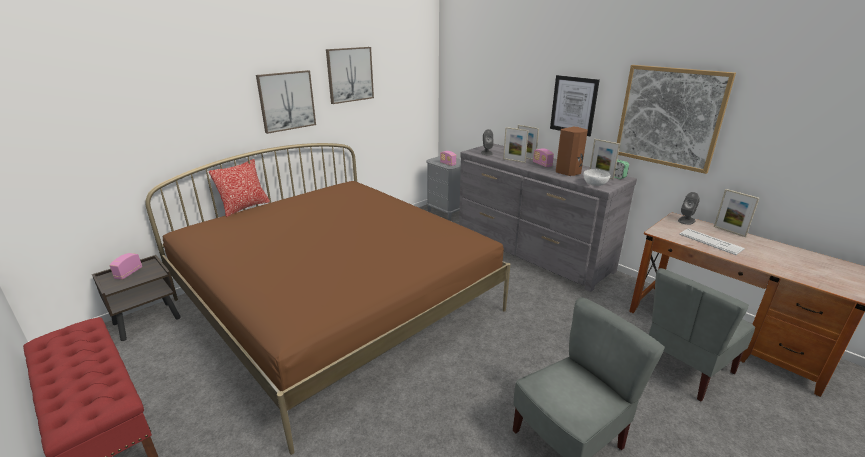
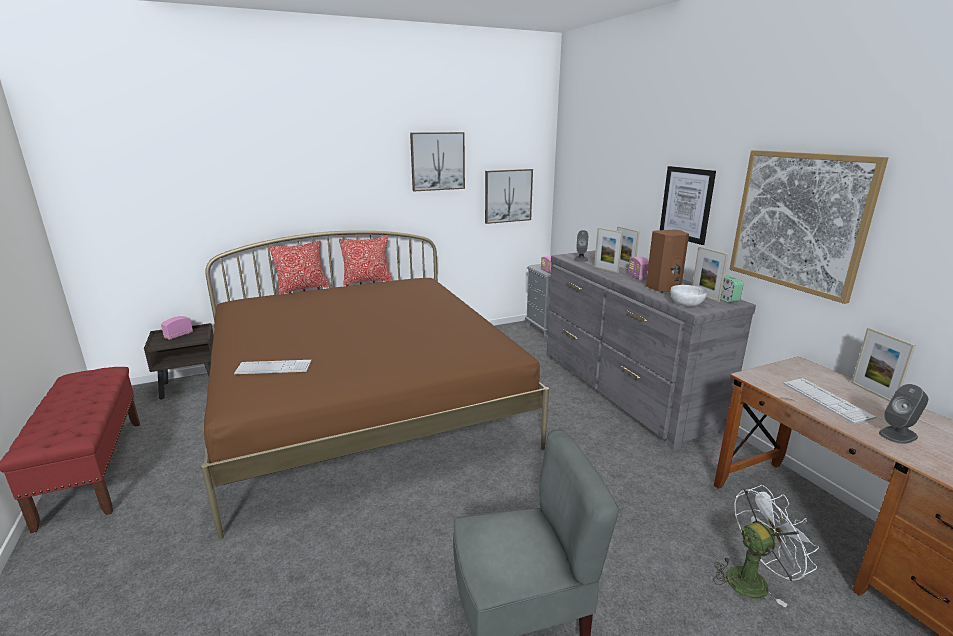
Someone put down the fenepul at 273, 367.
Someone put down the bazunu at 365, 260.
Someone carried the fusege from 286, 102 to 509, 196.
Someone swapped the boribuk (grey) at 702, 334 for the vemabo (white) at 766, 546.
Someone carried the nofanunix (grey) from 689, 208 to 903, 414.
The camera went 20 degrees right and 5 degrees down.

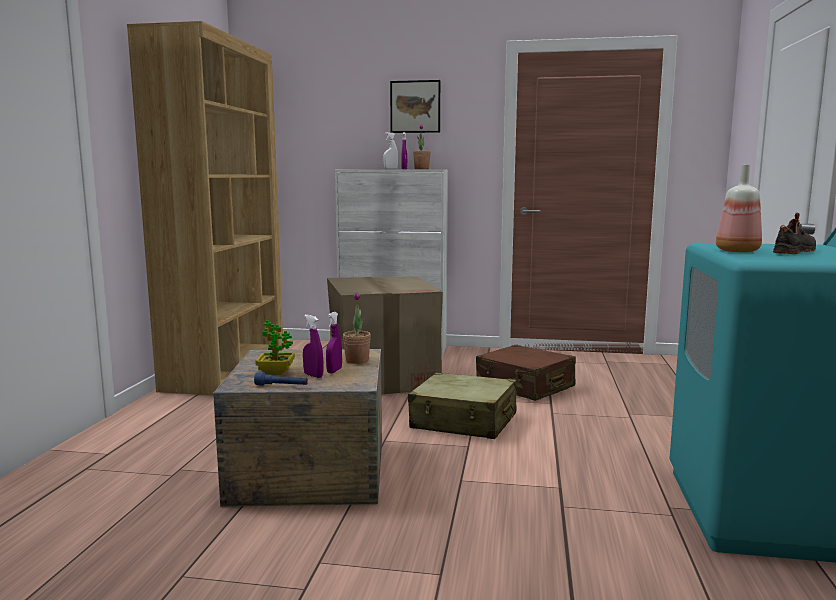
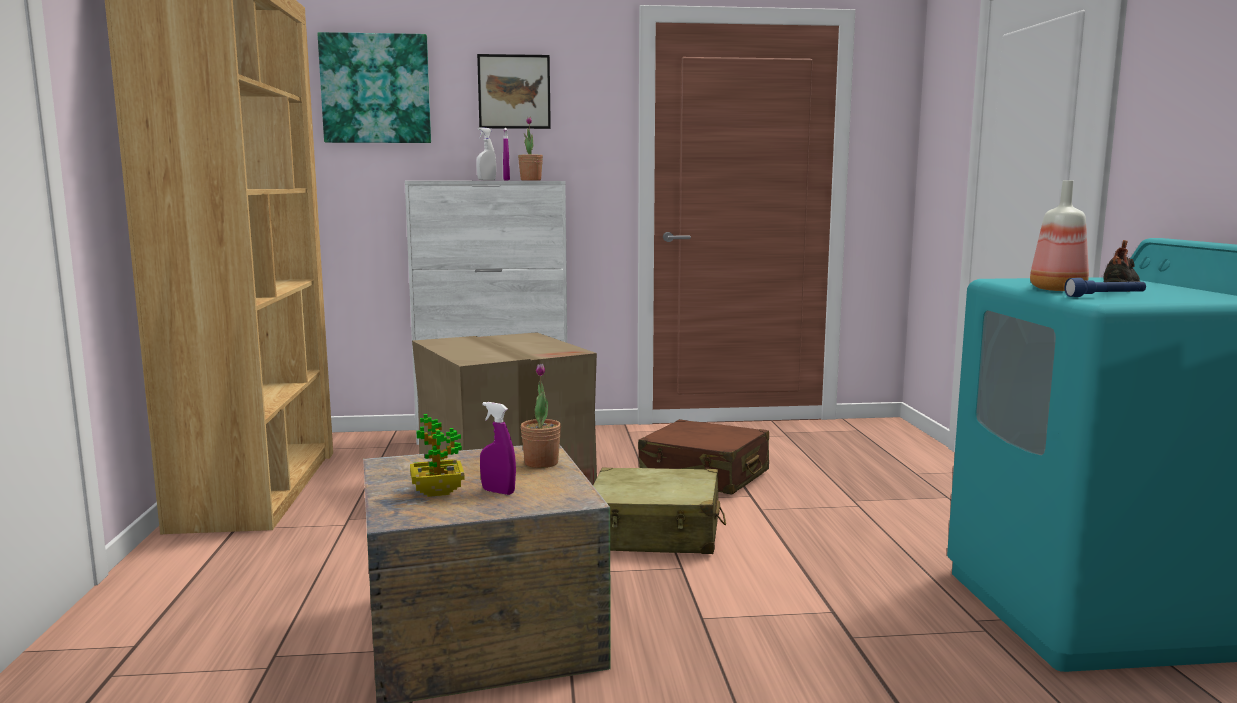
Someone put up the fusege at 374, 87.
Someone carried the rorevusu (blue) from 281, 379 to 1105, 287.
Someone took away the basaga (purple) at 334, 342.
The camera went 15 degrees left and 0 degrees up.

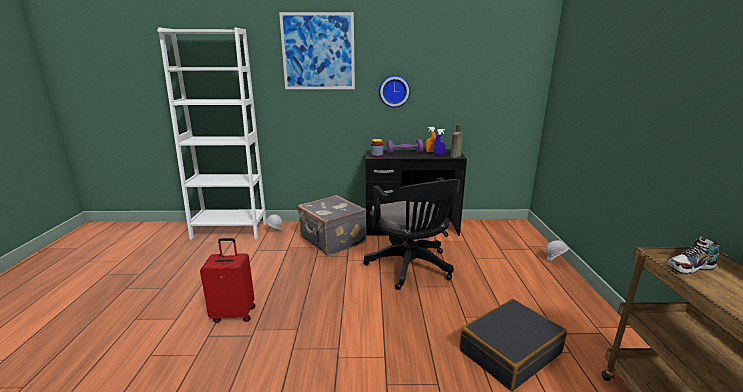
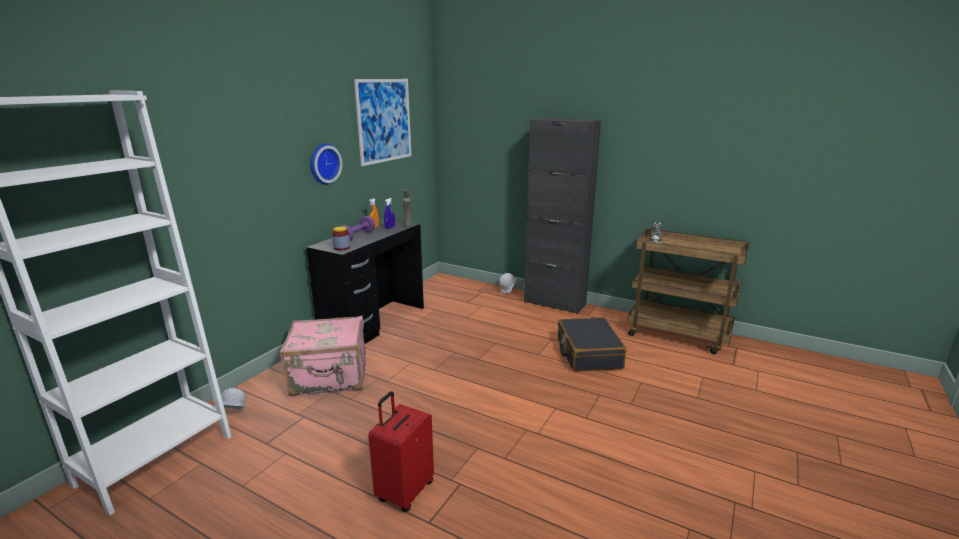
Someone repainted the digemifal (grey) at 332, 225, which became the digemifal (pink) at 323, 356.
Someone carried the fusege from 317, 50 to 382, 122.
Someone put down the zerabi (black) at 562, 216.
Someone took away the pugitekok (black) at 411, 233.
The camera went 60 degrees left and 0 degrees up.

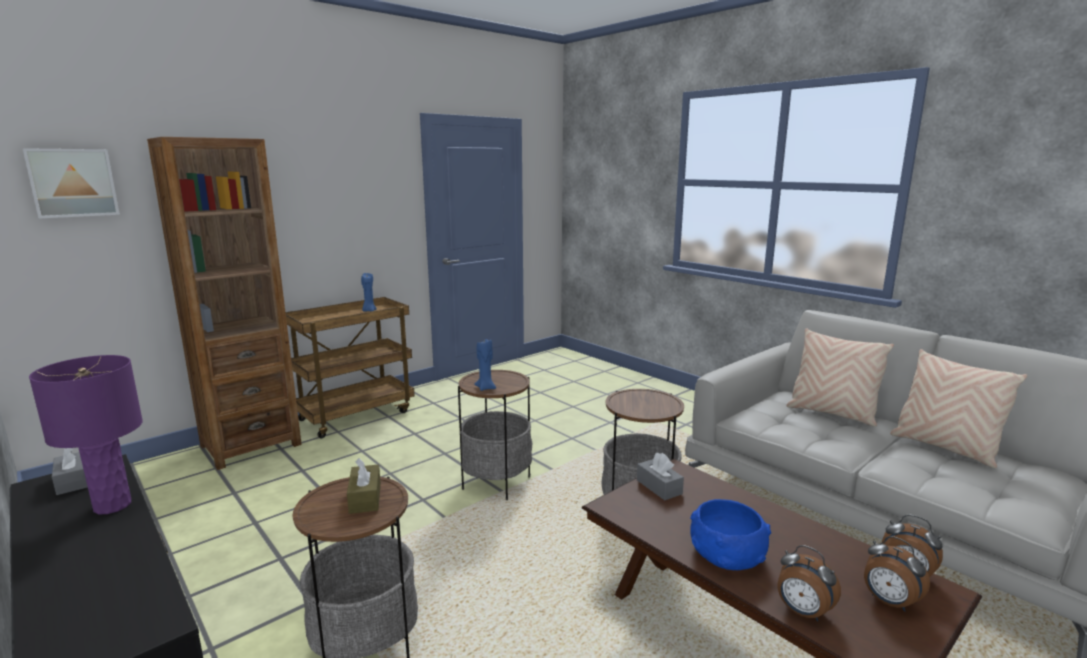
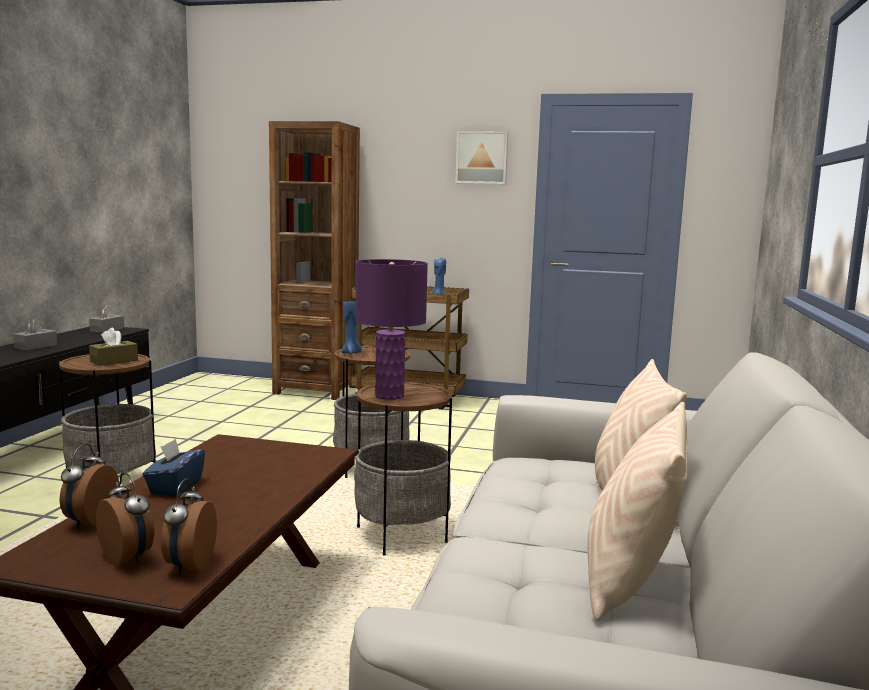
Someone carried the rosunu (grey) from 660, 476 to 35, 334.
Someone rotated the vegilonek at 897, 574 by 120 degrees clockwise.
Someone swapped the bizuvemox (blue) at 730, 534 for the rosunu (blue) at 174, 468.
Someone carried the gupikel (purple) from 86, 435 to 391, 329.
Someone carried the fusege from 71, 183 to 481, 157.
The camera went 55 degrees right and 5 degrees down.

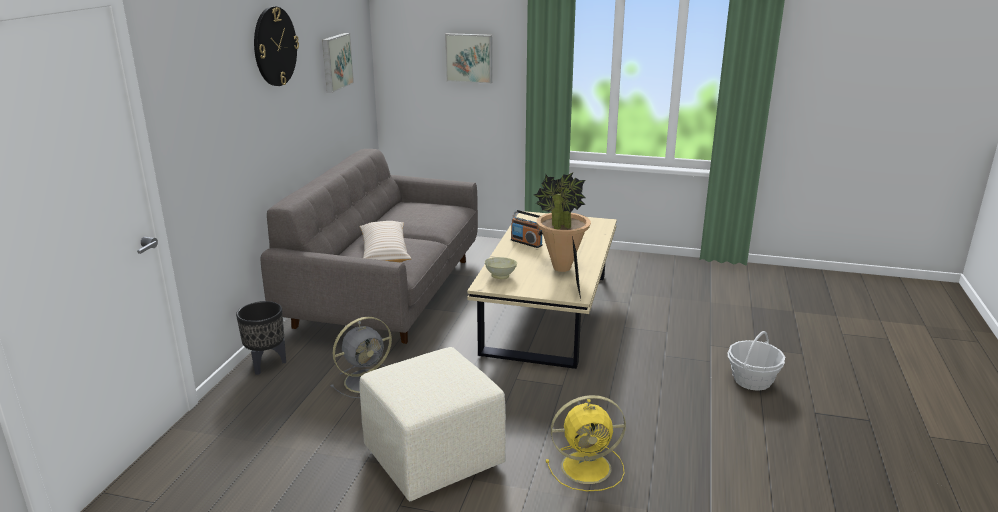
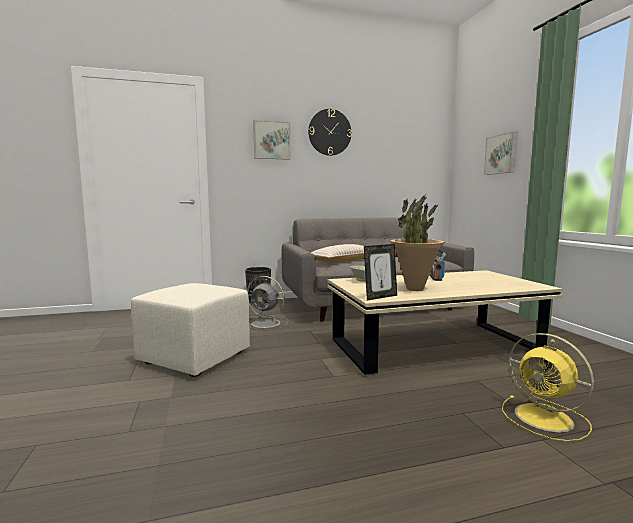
Someone carried the fusege from 338, 63 to 271, 140.
Someone carried the vemabo (yellow) from 586, 443 to 548, 387.
Someone took away the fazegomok at 756, 361.
The camera went 60 degrees right and 15 degrees down.

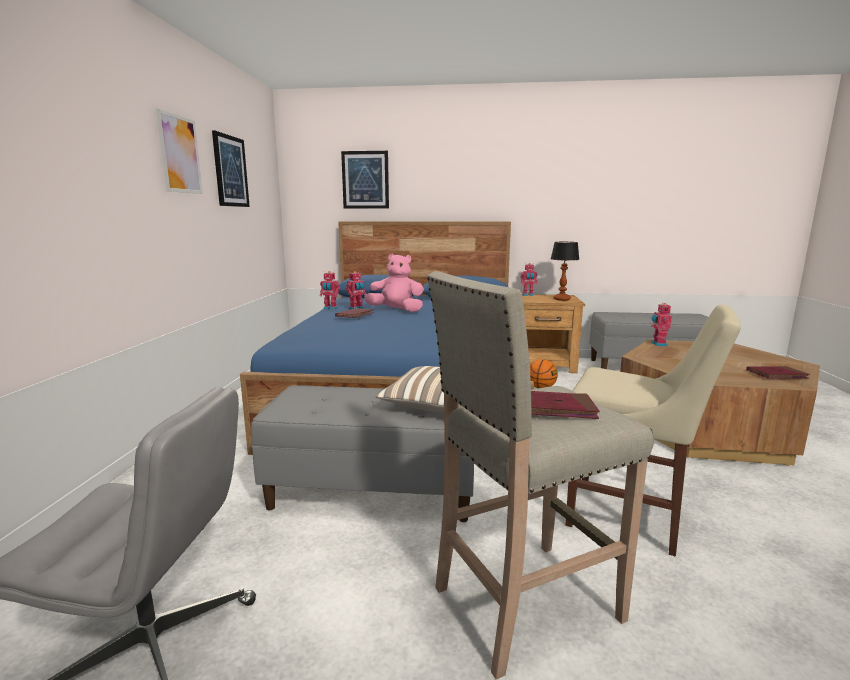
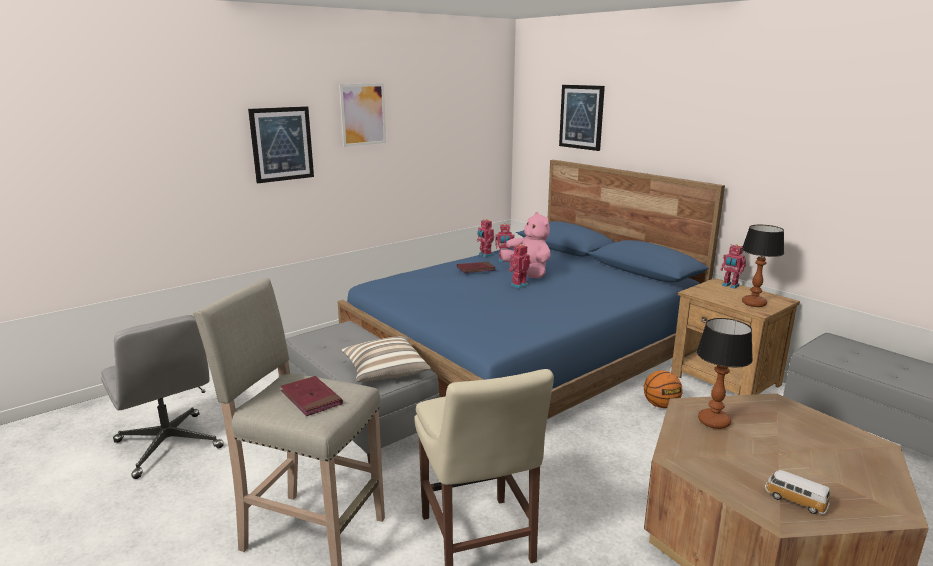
Someone carried the fusege from 231, 169 to 281, 144.
Someone carried the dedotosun from 661, 324 to 519, 266.
Someone put down the gupikel at 724, 373.
Someone swapped the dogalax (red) at 778, 372 for the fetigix at 797, 492.
The camera went 45 degrees right and 5 degrees up.

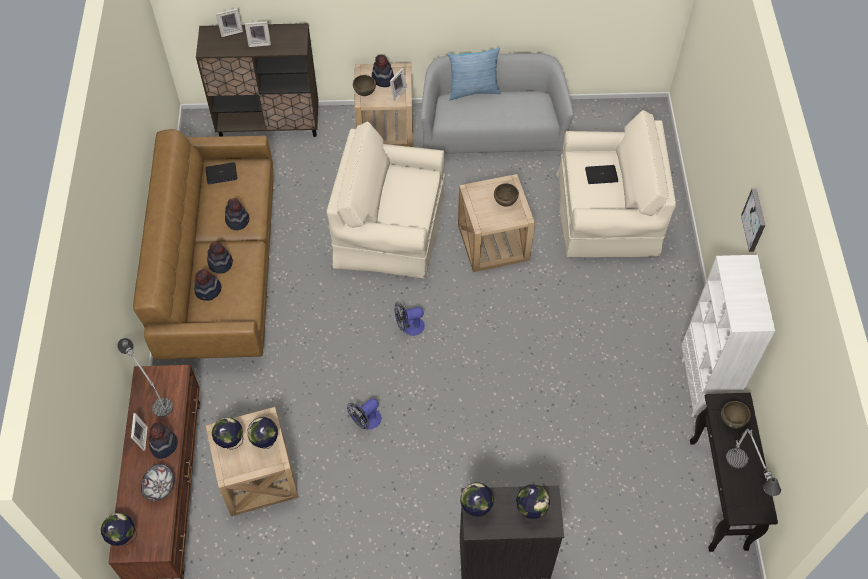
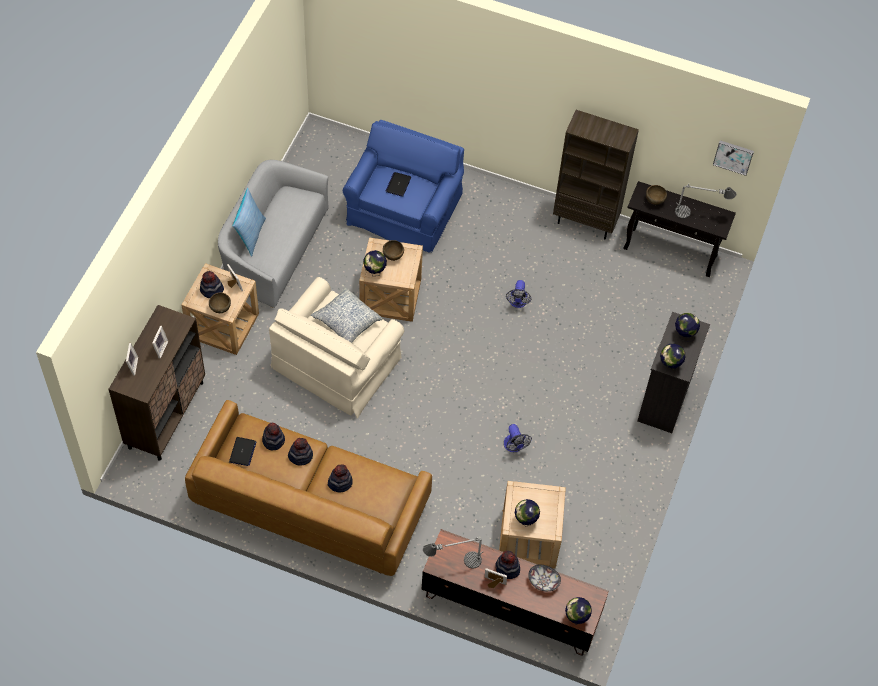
Someone carried the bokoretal from 207, 285 to 273, 436.
Someone put down the bazunu at 347, 315.
Someone repainted the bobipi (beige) at 616, 183, which became the bobipi (blue) at 403, 186.
Someone carried the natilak from 262, 433 to 375, 263.
Someone carried the vemabo from 409, 319 to 518, 294.
Someone repainted the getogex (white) at 728, 336, which became the getogex (brown) at 596, 174.
Someone carried the fusege from 753, 220 to 733, 158.
The camera went 70 degrees left and 0 degrees up.

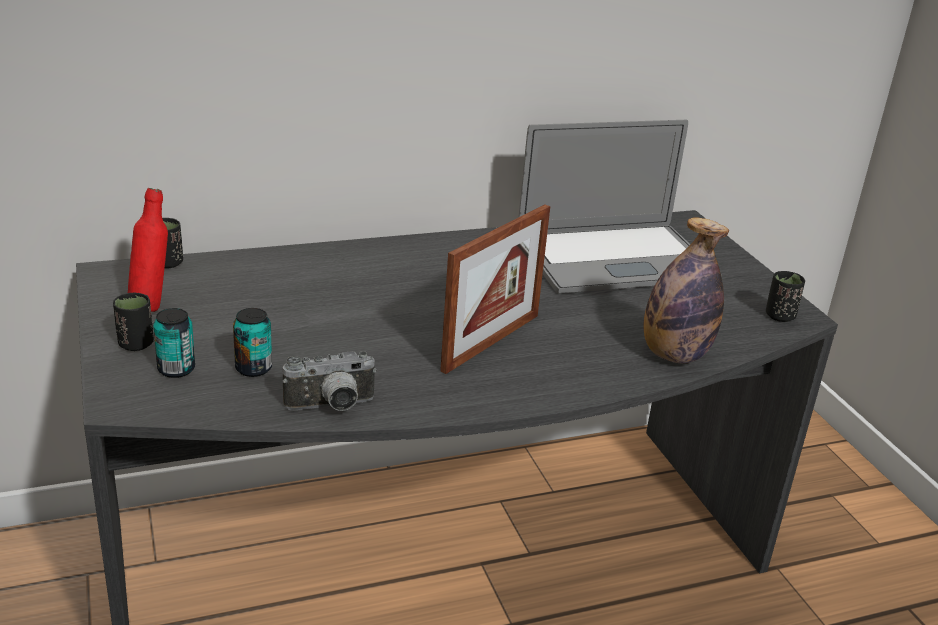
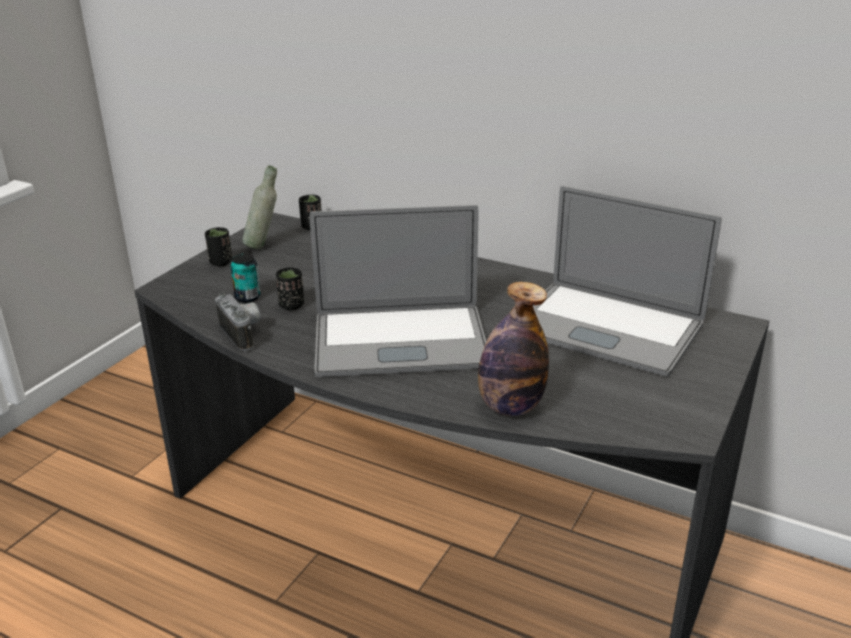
Someone rotated the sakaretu at 330, 381 by 150 degrees counterclockwise.
Someone repainted the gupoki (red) at 148, 250, which became the gupoki (grey) at 260, 207.
Someone carried the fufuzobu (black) from 785, 296 to 290, 288.
Someone swapped the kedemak at 495, 289 for the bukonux at 398, 291.
Someone took away the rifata at 174, 343.
The camera went 50 degrees right and 0 degrees up.

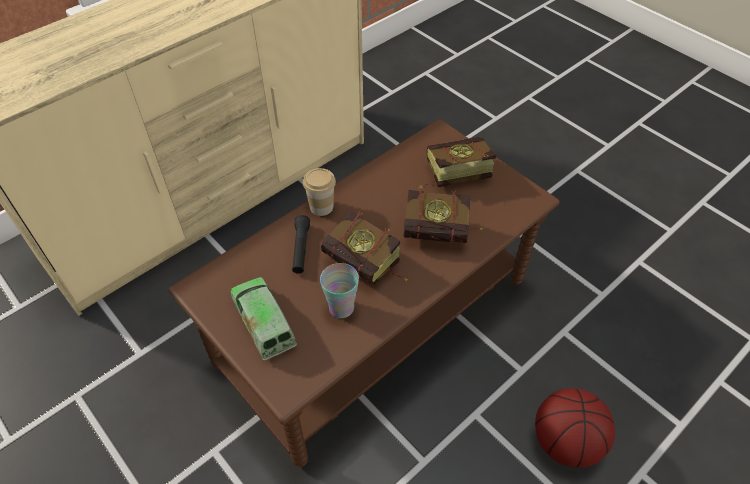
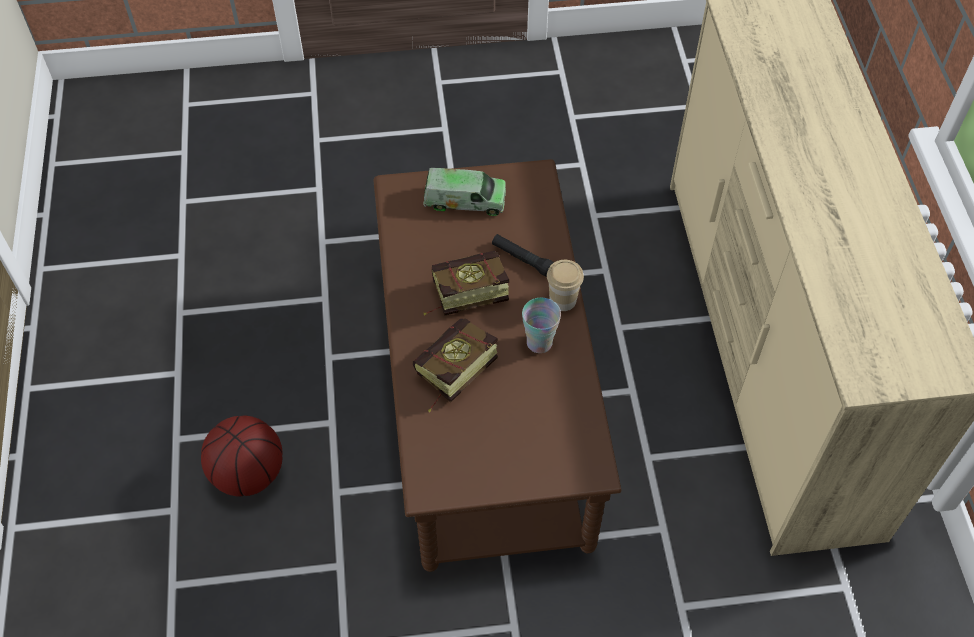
Someone carried the fufuzobu from 339, 290 to 541, 325.
Someone took away the dogalax at 457, 162.
The camera went 125 degrees right and 5 degrees up.

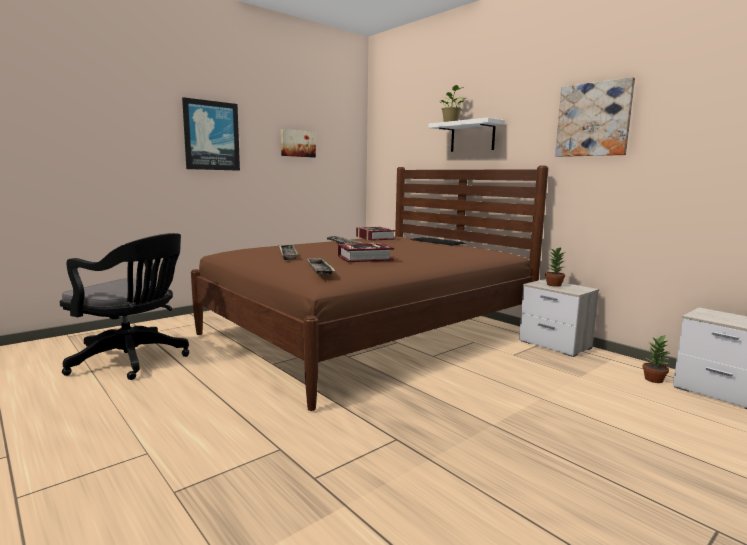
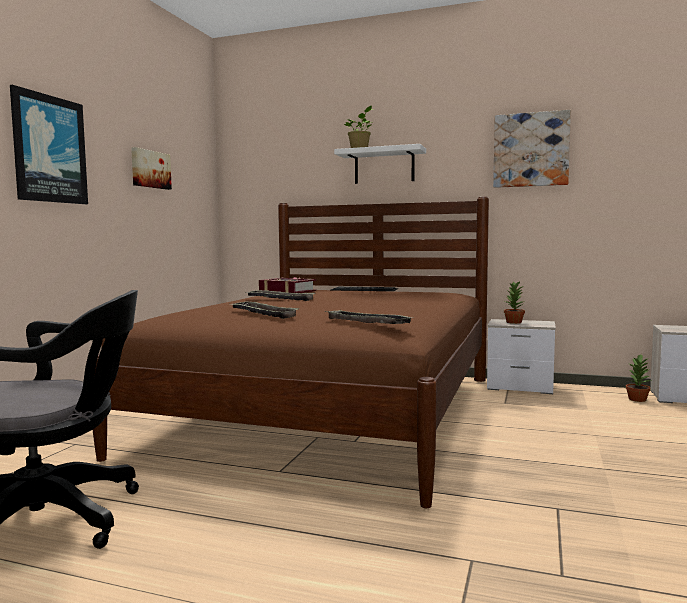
Someone took away the dogalax at 366, 252.
The camera went 30 degrees left and 5 degrees down.

